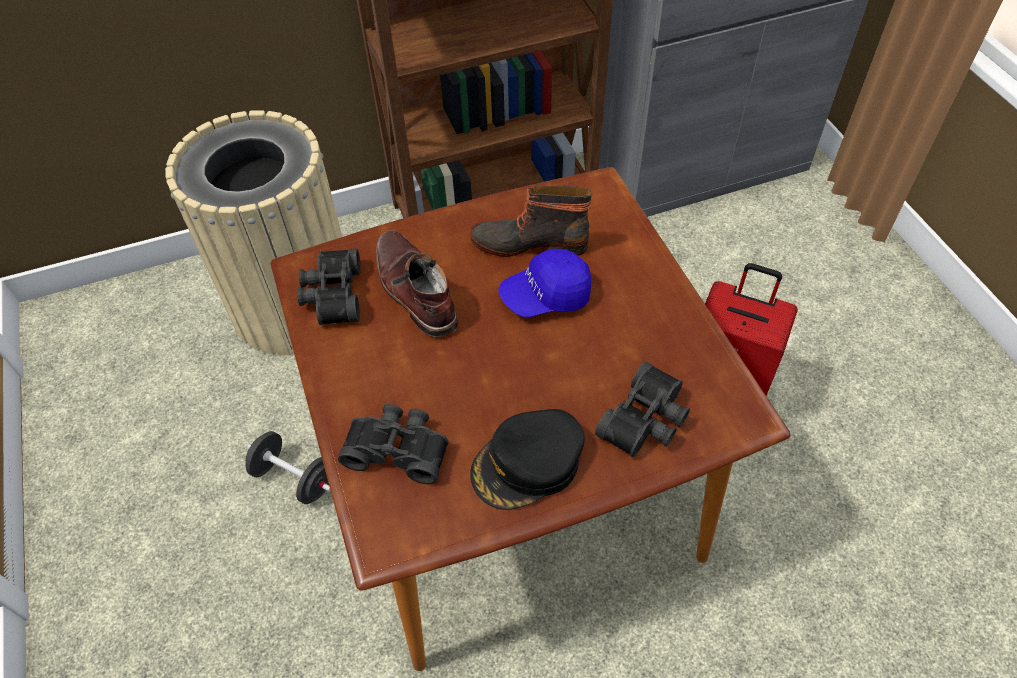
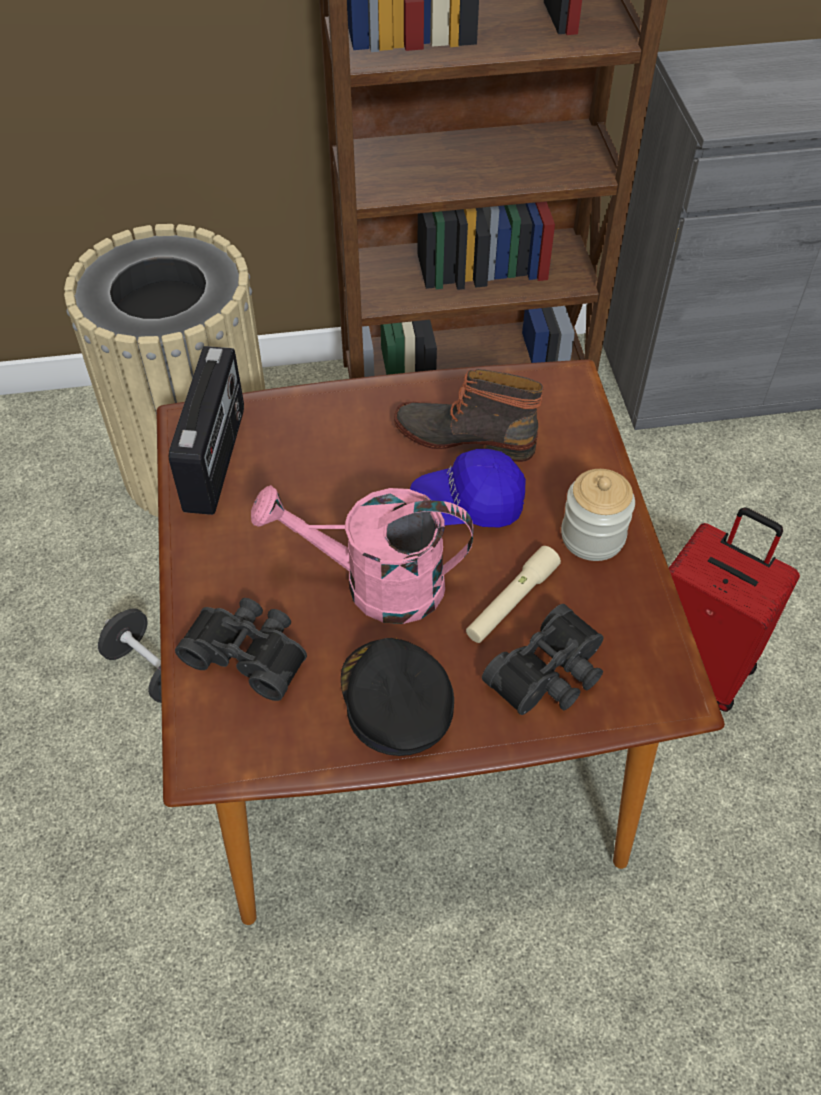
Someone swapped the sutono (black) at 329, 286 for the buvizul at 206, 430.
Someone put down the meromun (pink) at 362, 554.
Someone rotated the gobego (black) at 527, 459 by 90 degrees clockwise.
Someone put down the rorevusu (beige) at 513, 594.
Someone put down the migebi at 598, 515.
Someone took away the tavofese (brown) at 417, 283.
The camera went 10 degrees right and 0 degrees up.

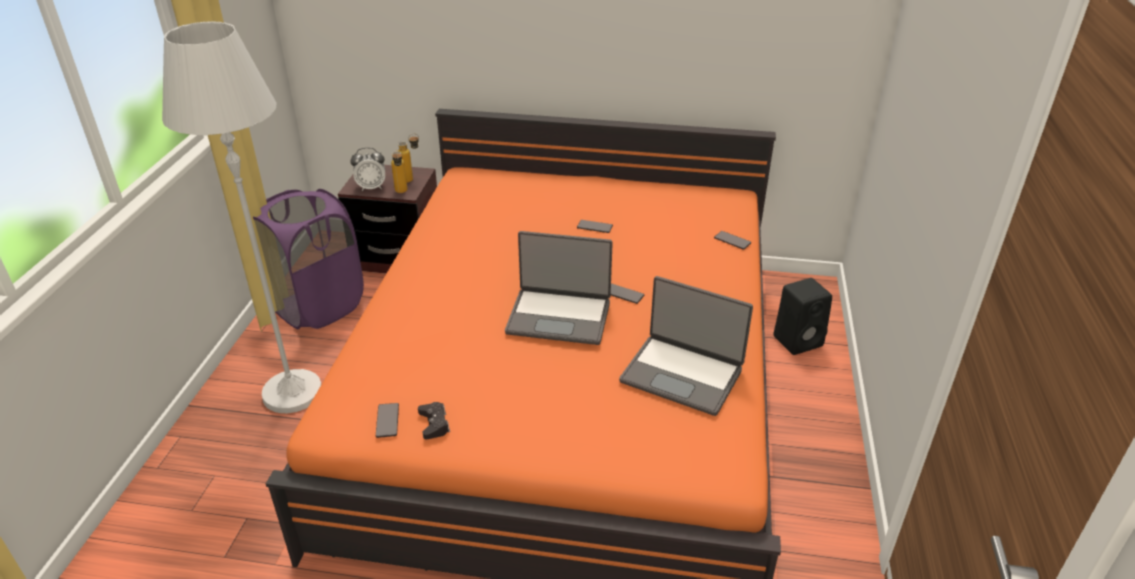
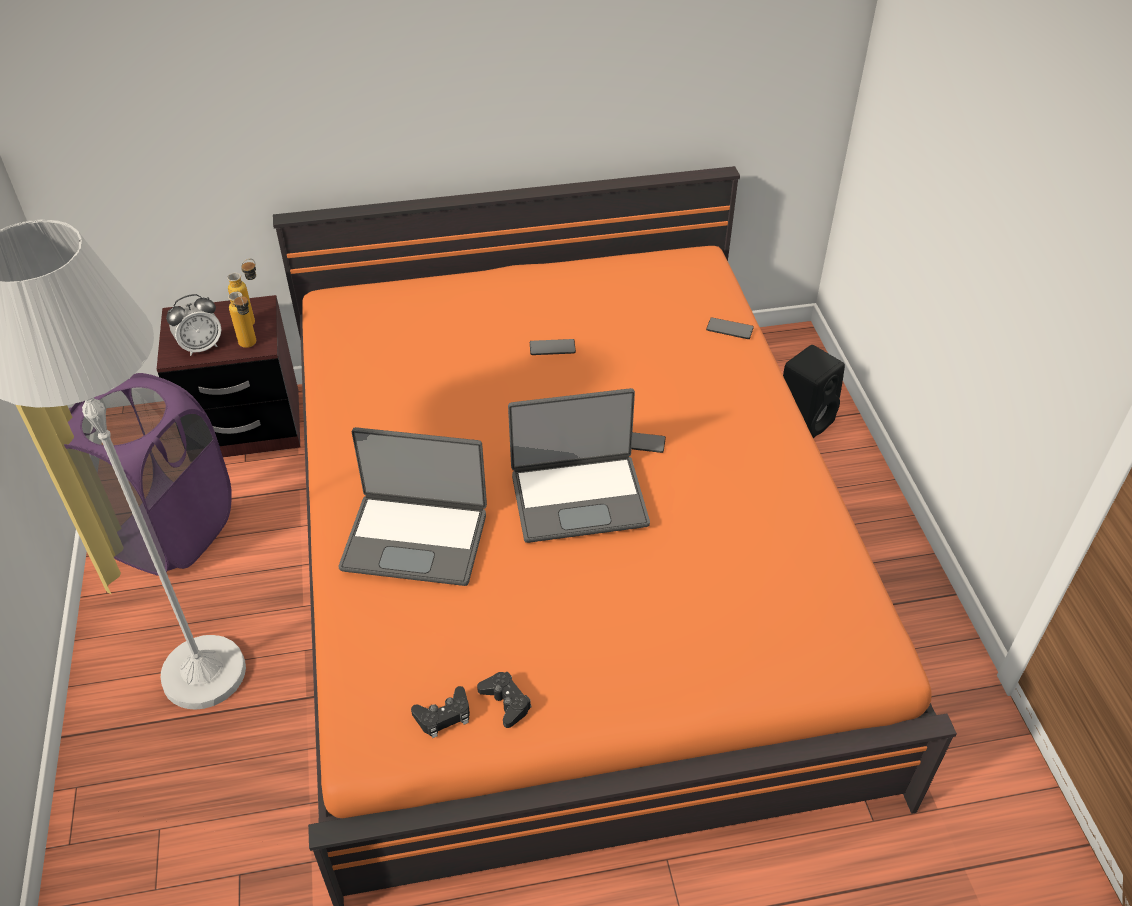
Someone carried the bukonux from 686, 346 to 413, 506.
Someone swapped the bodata at 387, 420 for the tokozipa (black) at 440, 712.
The camera went 20 degrees left and 10 degrees up.

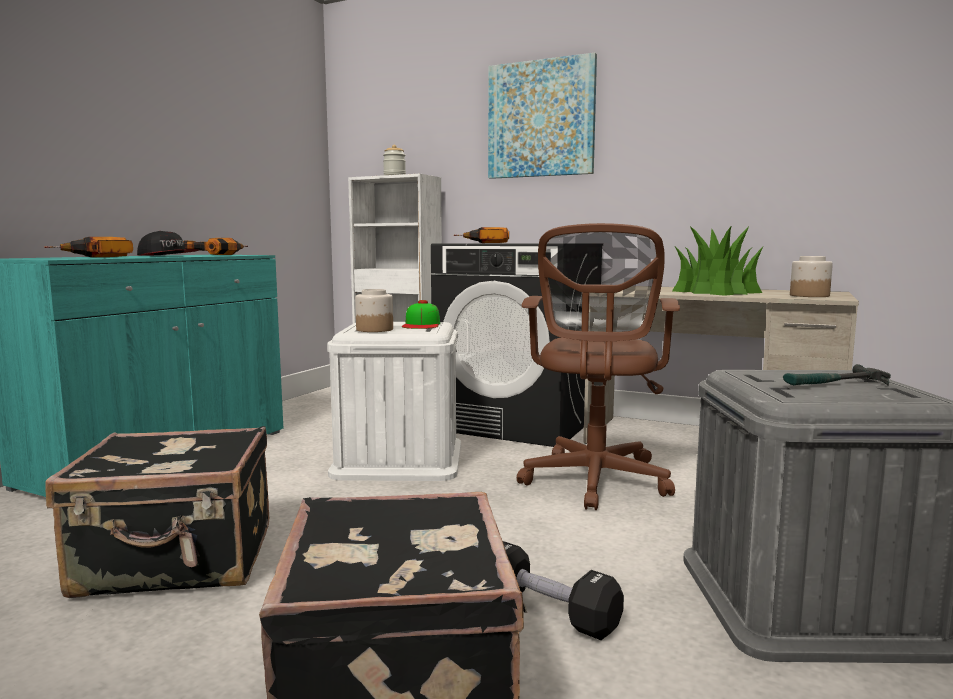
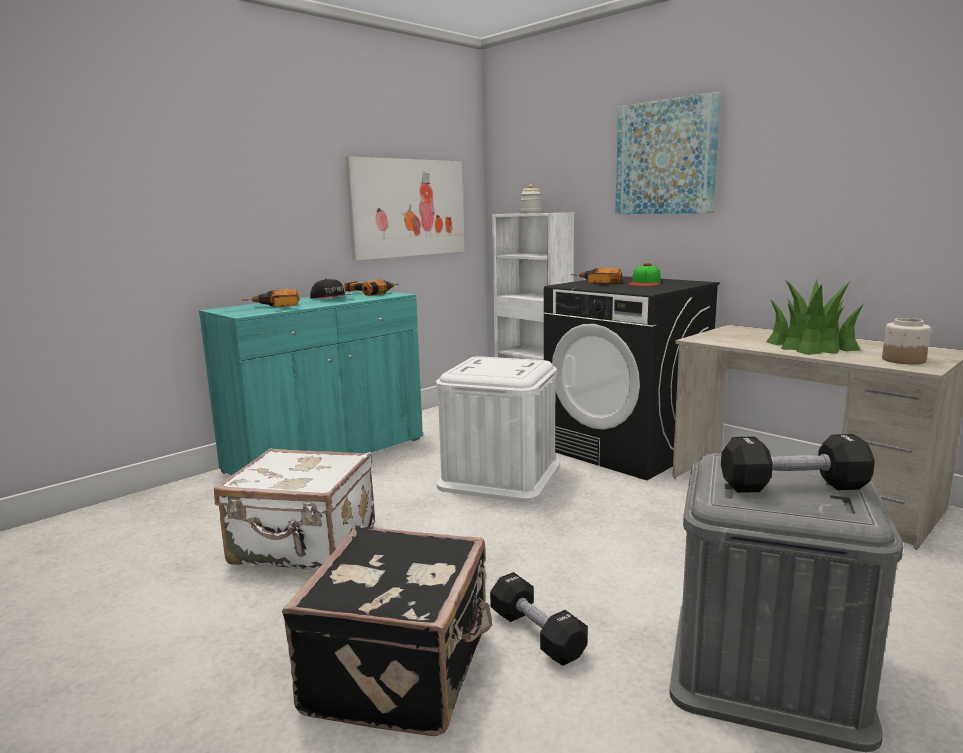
Someone repainted the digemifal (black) at 157, 512, which became the digemifal (white) at 294, 509.
Someone put up the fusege at 404, 208.
Someone carried the gobego from 421, 314 to 645, 274.
Someone swapped the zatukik at 837, 374 for the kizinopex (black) at 798, 463.
Someone took away the migebi at 374, 310.
Someone took away the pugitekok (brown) at 598, 366.
The camera went 20 degrees right and 5 degrees up.

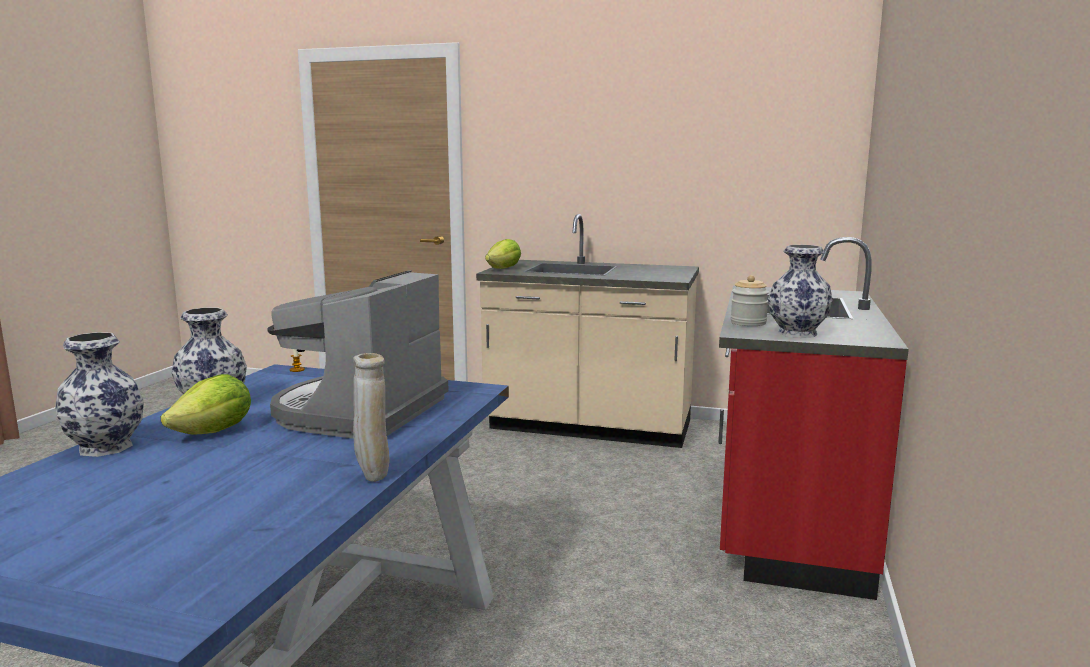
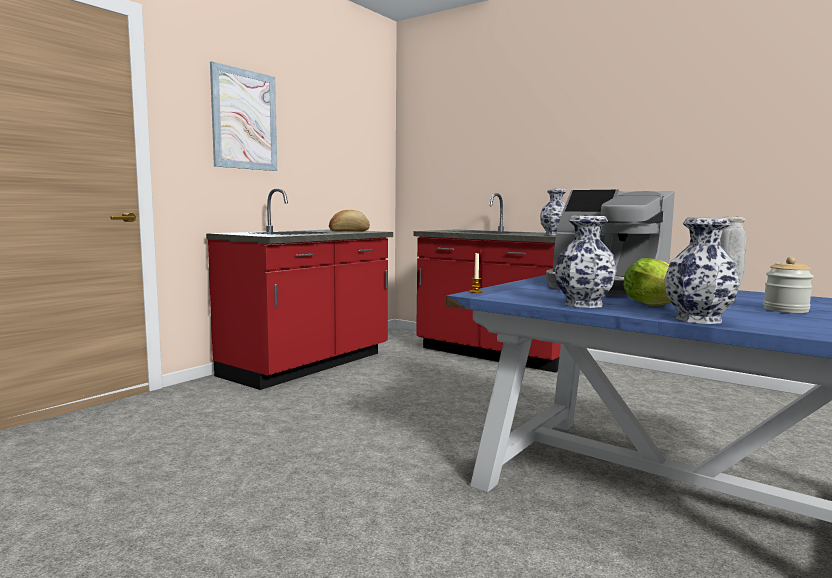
Someone repainted the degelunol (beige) at 587, 331, which became the degelunol (red) at 299, 289.
Someone put up the fusege at 243, 116.
Someone put down the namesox at 349, 221.
Someone carried the migebi from 749, 300 to 788, 285.
Someone took away the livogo at 503, 254.
The camera went 70 degrees left and 5 degrees down.

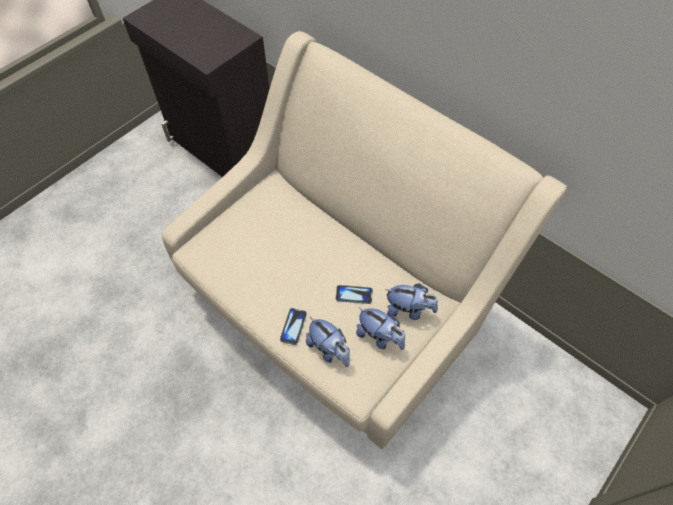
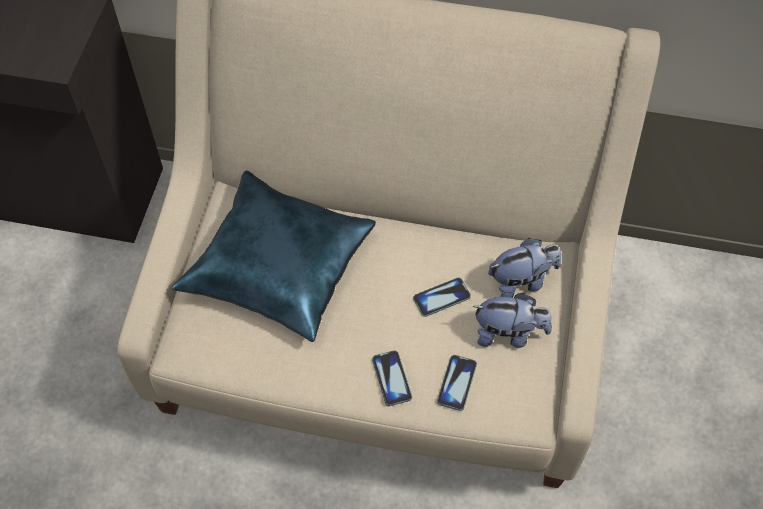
Someone put down the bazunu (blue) at 274, 256.
Someone swapped the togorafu at 328, 342 for the bodata at 457, 383.
The camera went 30 degrees left and 0 degrees up.

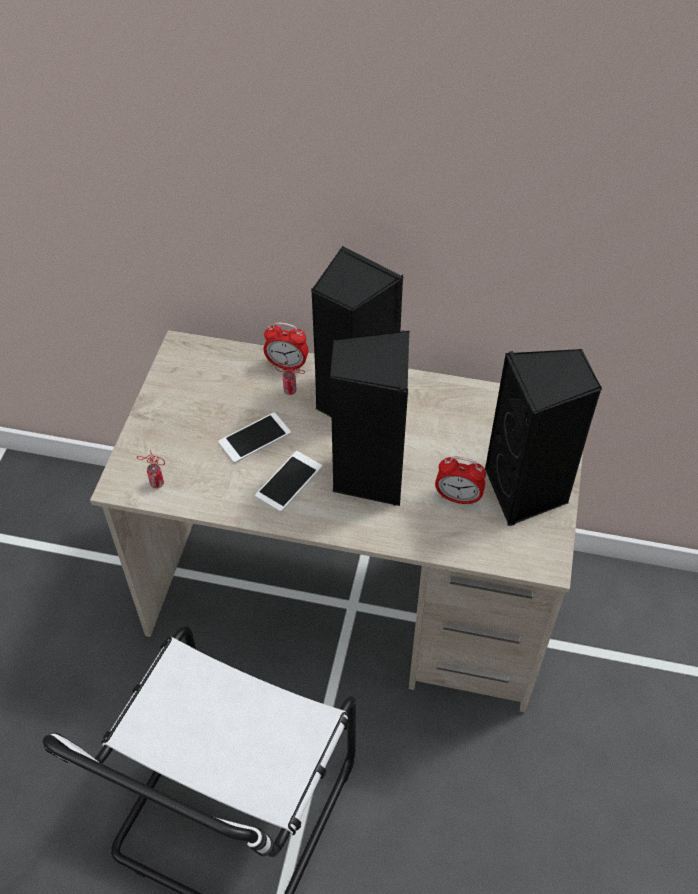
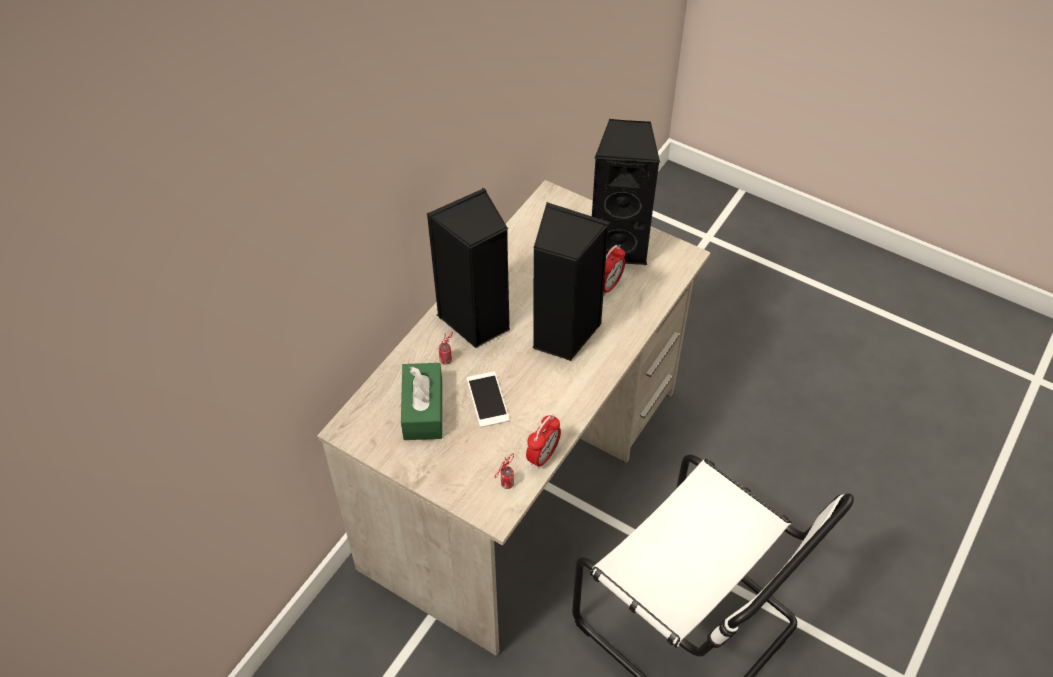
Someone put down the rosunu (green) at 421, 401.
Someone carried the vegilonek from 286, 346 to 543, 442.
Someone took away the bodata at 288, 481.
The camera went 70 degrees left and 0 degrees up.

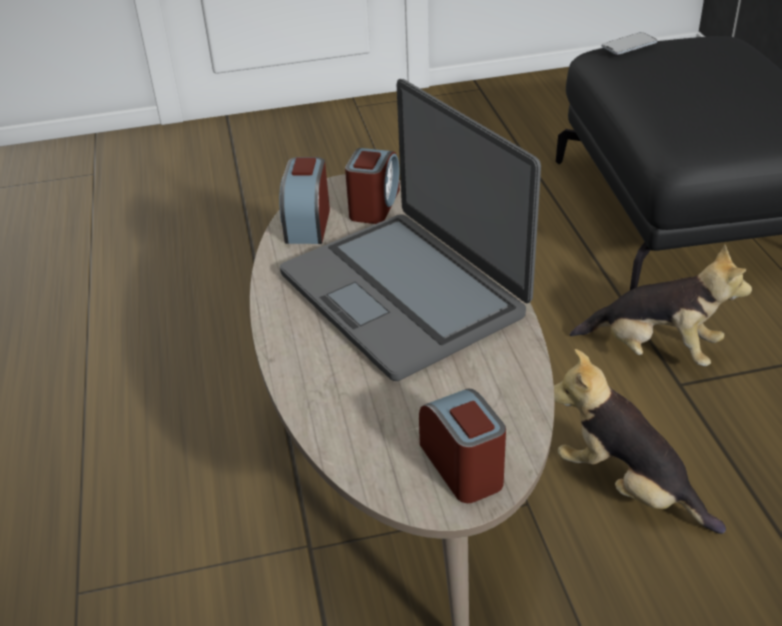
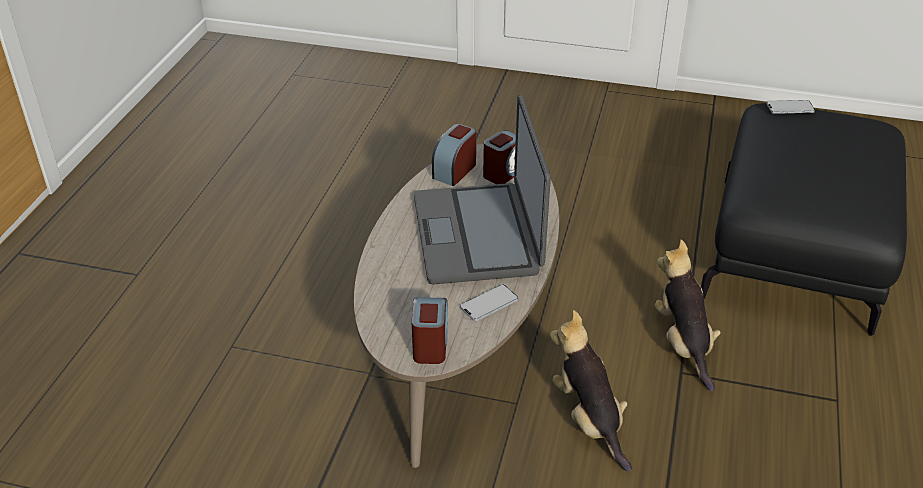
Someone put down the bodata at 489, 302.
Someone rotated the togorafu at 661, 305 by 150 degrees counterclockwise.
The camera went 25 degrees right and 0 degrees up.

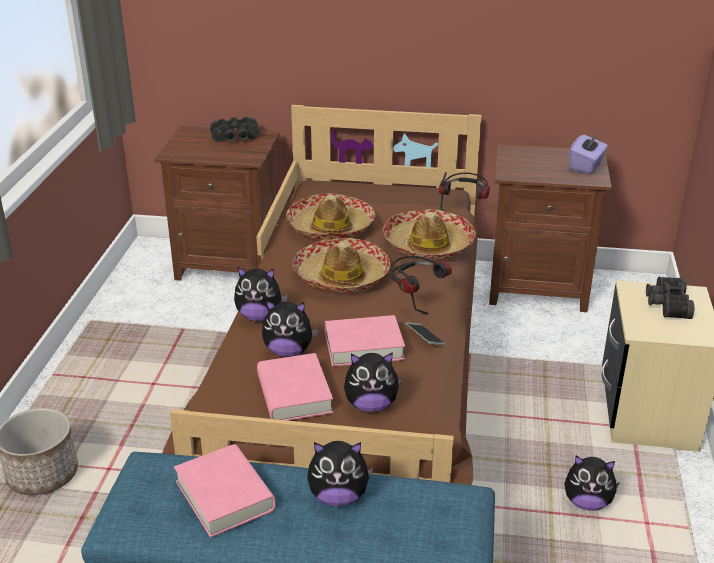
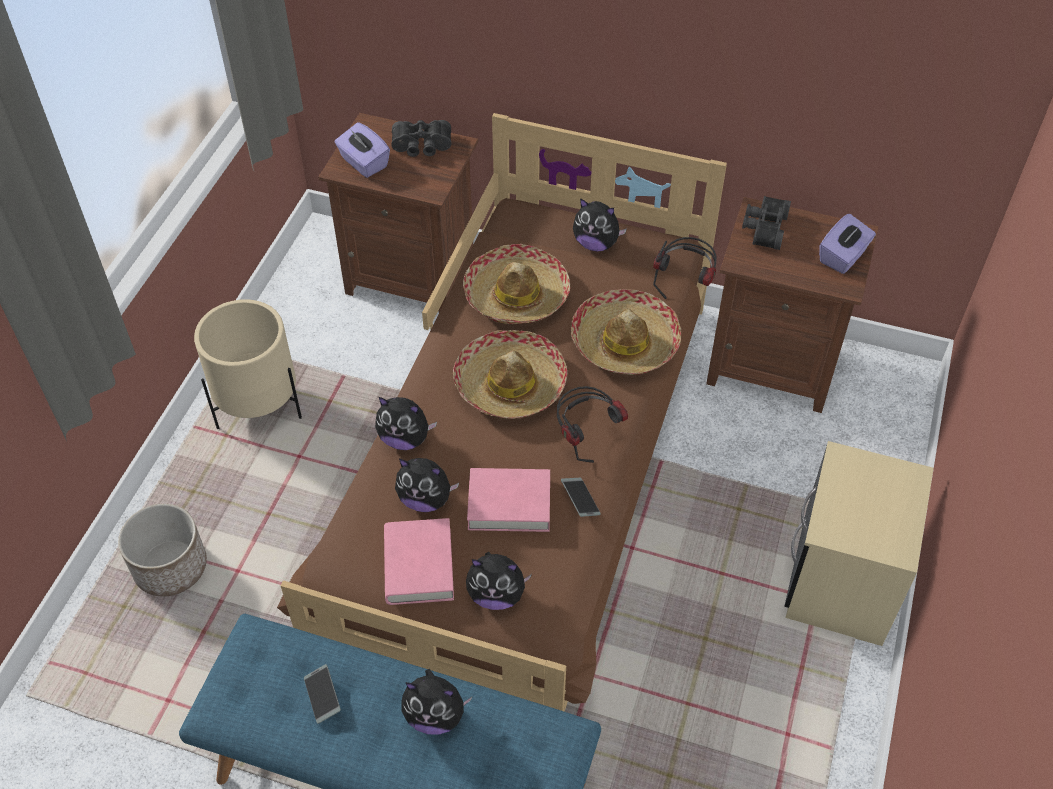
Someone put down the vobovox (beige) at 248, 364.
Someone swapped the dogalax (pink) at 225, 491 for the bodata at 322, 694.
Someone put down the rosunu (purple) at 362, 150.
Someone carried the togorafu from 592, 483 to 600, 224.
Someone carried the sutono (black) from 670, 298 to 766, 223.
The camera went 10 degrees right and 20 degrees up.

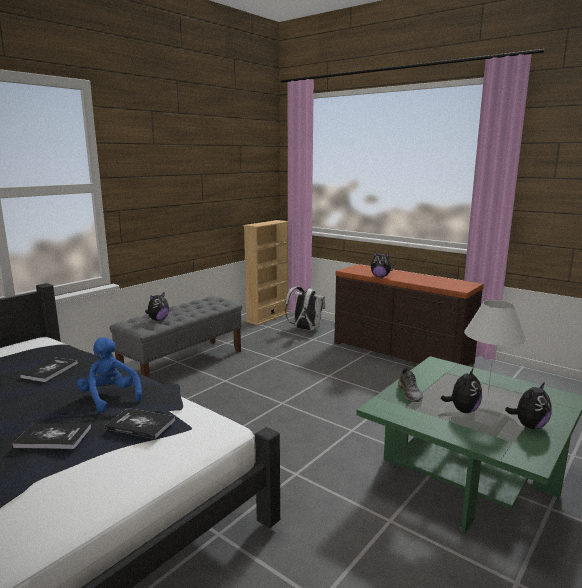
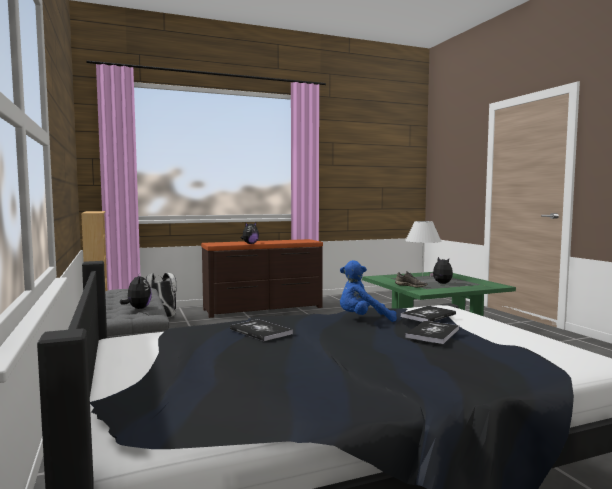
Someone took away the togorafu at 528, 405.
The camera went 60 degrees left and 10 degrees down.

